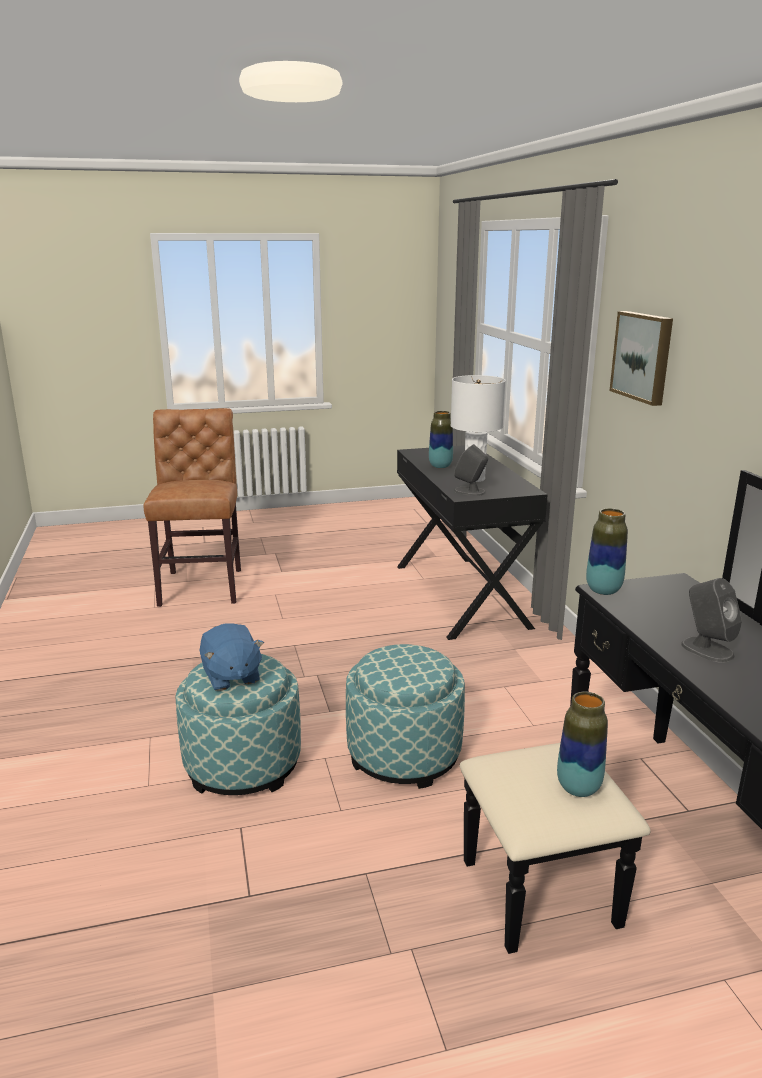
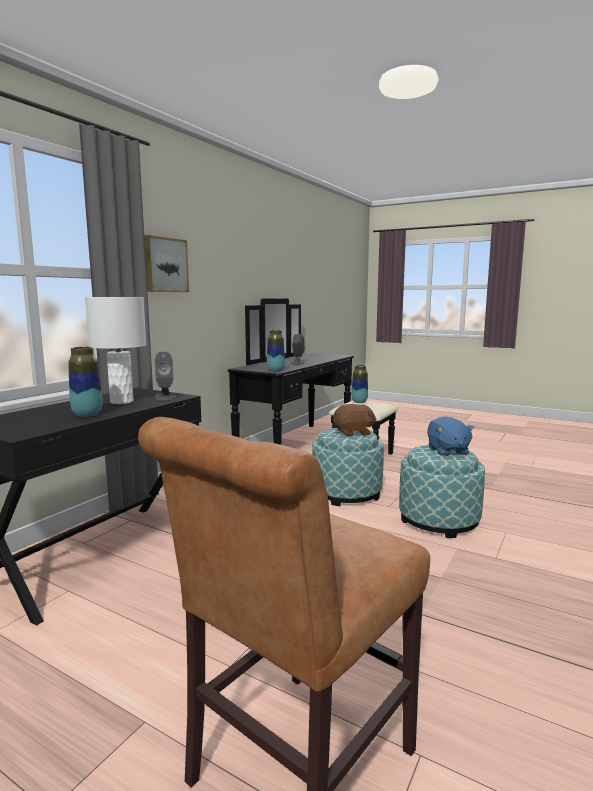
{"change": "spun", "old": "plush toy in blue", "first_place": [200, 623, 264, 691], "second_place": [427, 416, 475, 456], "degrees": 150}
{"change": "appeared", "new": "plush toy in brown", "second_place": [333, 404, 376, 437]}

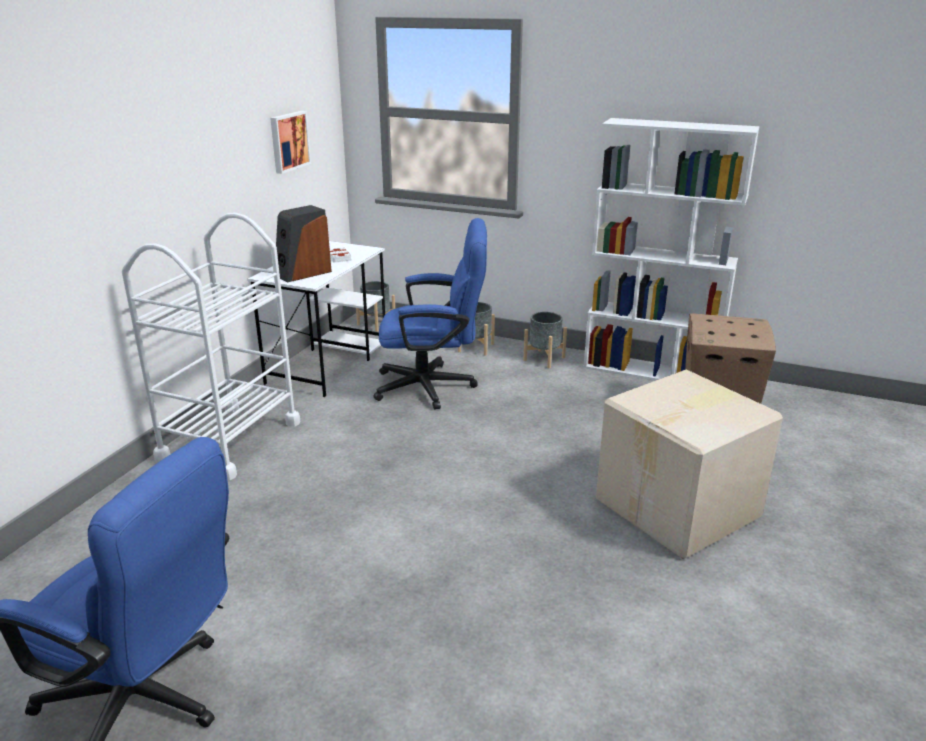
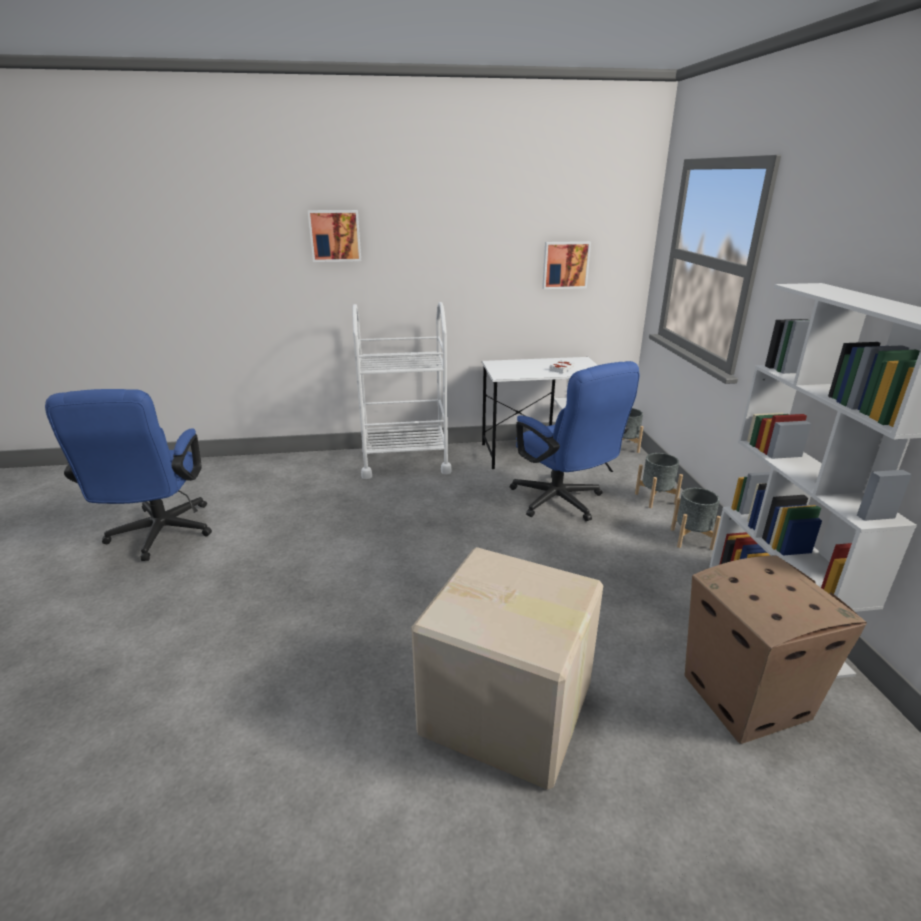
{"change": "missing", "old": "speaker", "first_place": [276, 205, 332, 282]}
{"change": "appeared", "new": "picture", "second_place": [308, 210, 361, 262]}

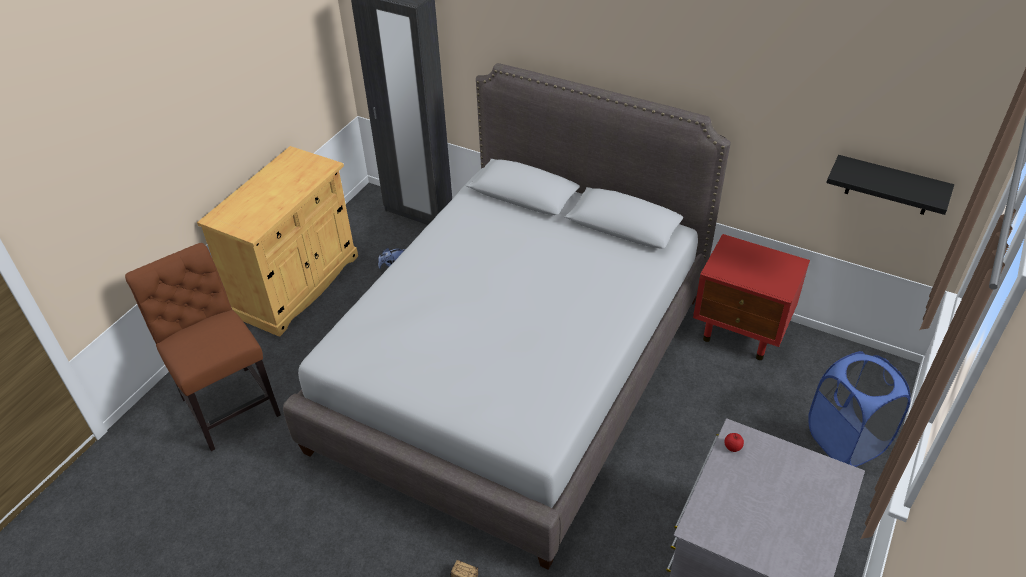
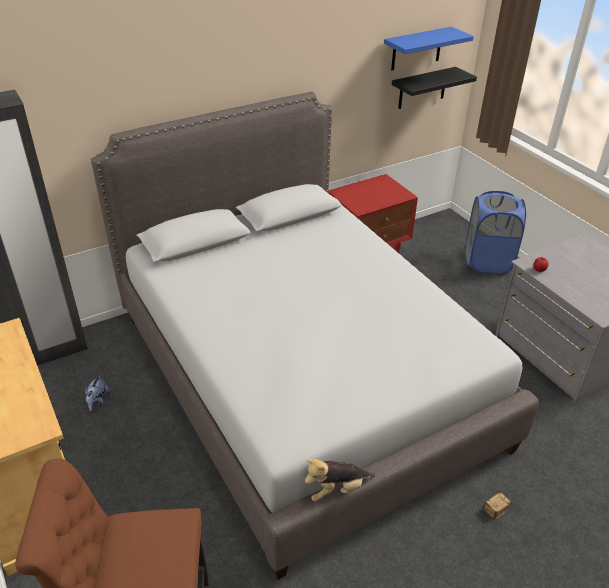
{"change": "appeared", "new": "plush toy", "second_place": [305, 459, 375, 501]}
{"change": "appeared", "new": "shelf in blue", "second_place": [384, 27, 474, 70]}

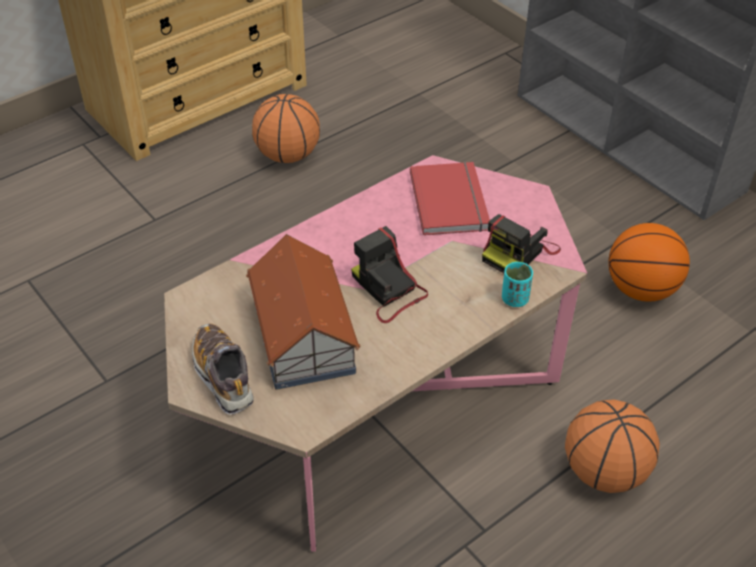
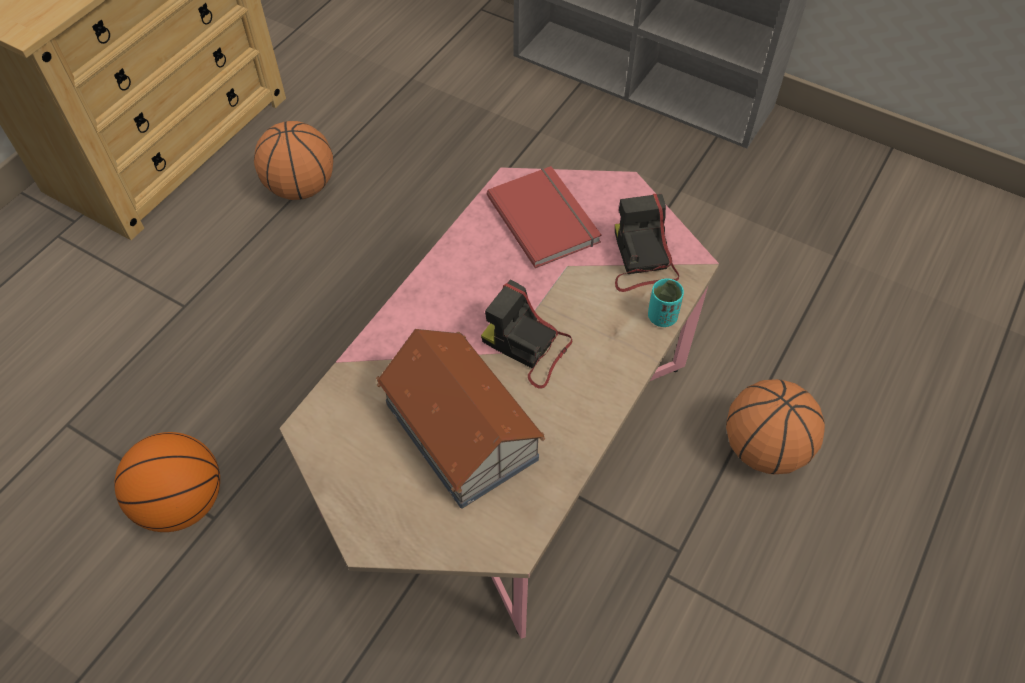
{"change": "missing", "old": "shoe", "first_place": [192, 324, 254, 415]}
{"change": "spun", "old": "photo camera", "first_place": [482, 214, 561, 273], "second_place": [615, 194, 679, 292], "degrees": 150}
{"change": "relocated", "old": "basketball", "first_place": [608, 223, 690, 302], "second_place": [114, 432, 220, 532]}

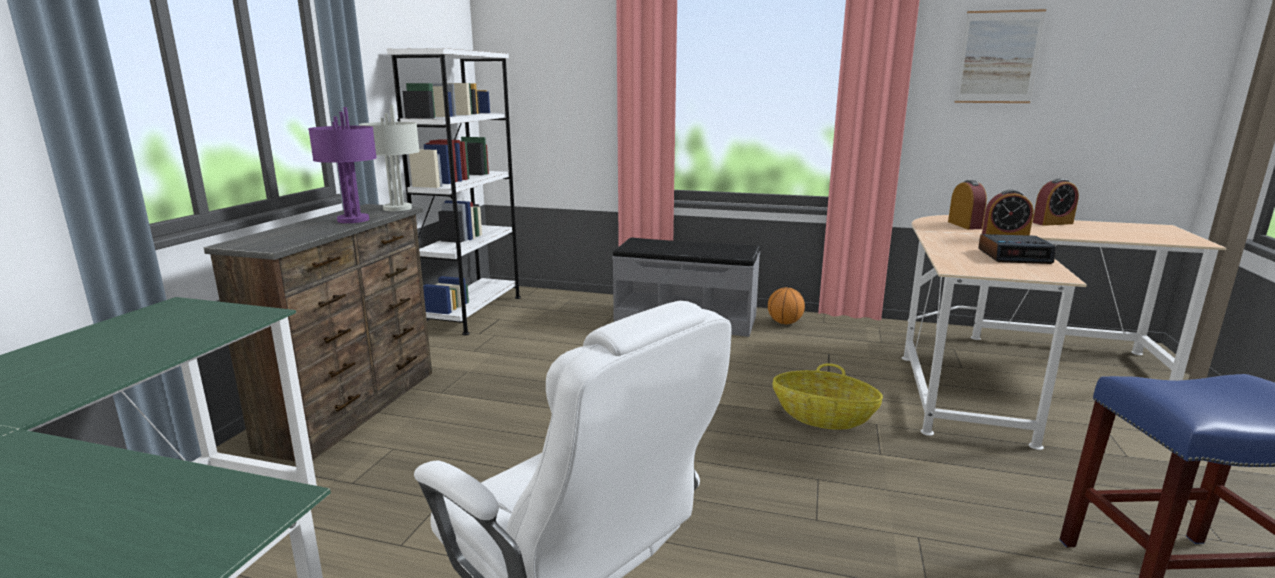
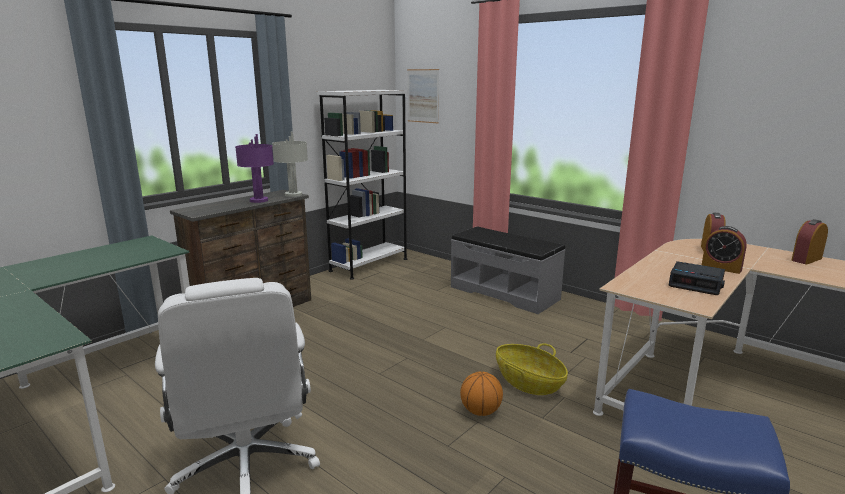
{"change": "relocated", "old": "basketball", "first_place": [768, 287, 805, 324], "second_place": [460, 372, 503, 416]}
{"change": "relocated", "old": "picture", "first_place": [954, 9, 1046, 103], "second_place": [407, 69, 439, 123]}
{"change": "spun", "old": "alarm clock", "first_place": [1032, 178, 1079, 226], "second_place": [791, 219, 828, 265], "degrees": 135}

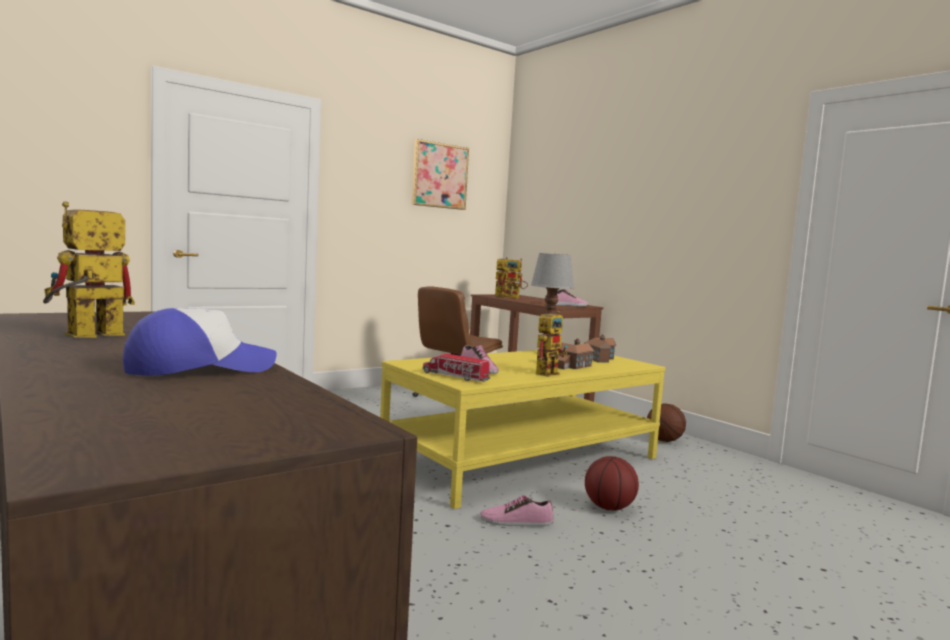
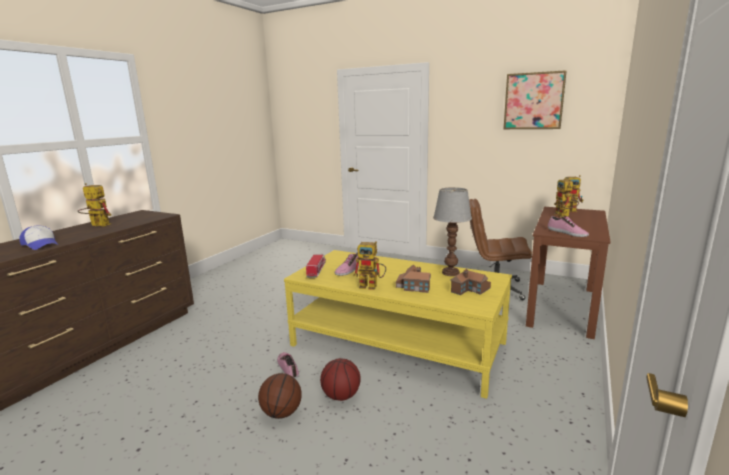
{"change": "relocated", "old": "basketball", "first_place": [647, 403, 686, 442], "second_place": [258, 373, 302, 419]}

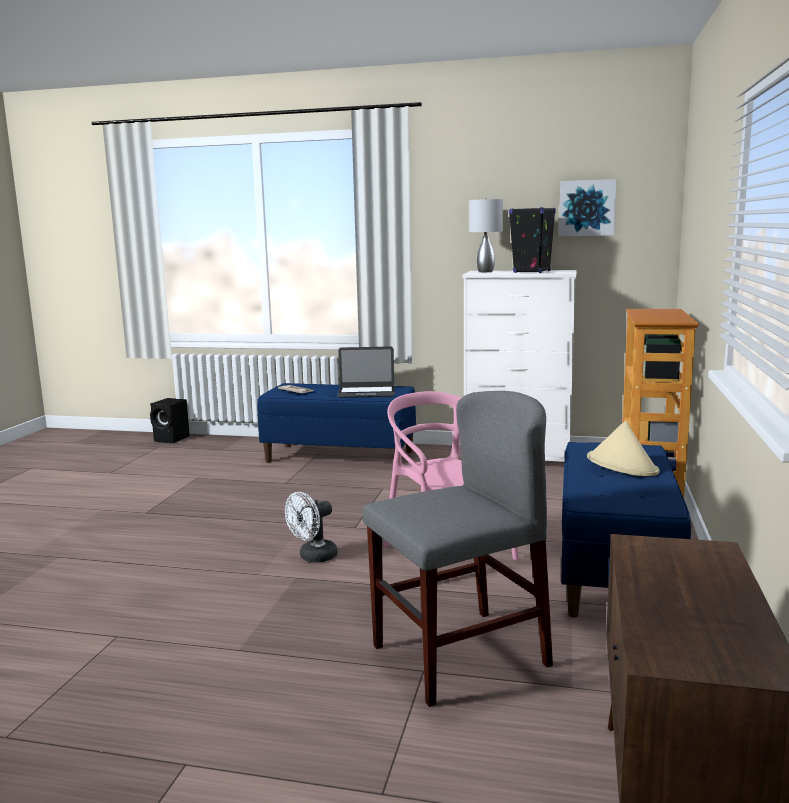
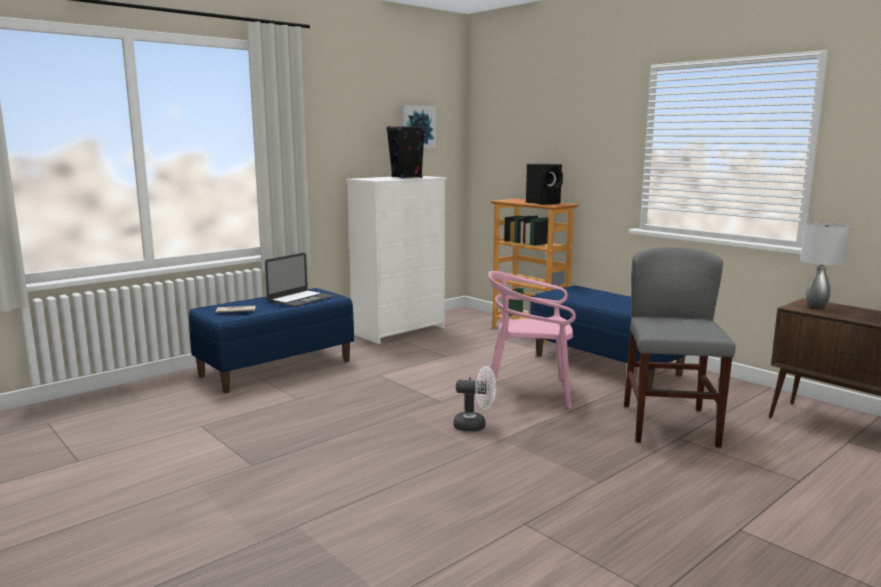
{"change": "relocated", "old": "speaker in black", "first_place": [150, 398, 190, 443], "second_place": [526, 164, 563, 205]}
{"change": "spun", "old": "fan in white", "first_place": [285, 492, 338, 562], "second_place": [454, 366, 496, 432], "degrees": -75}
{"change": "relocated", "old": "table lamp in grey", "first_place": [469, 199, 503, 272], "second_place": [800, 223, 850, 309]}
{"change": "missing", "old": "hat in beige", "first_place": [587, 421, 659, 476]}

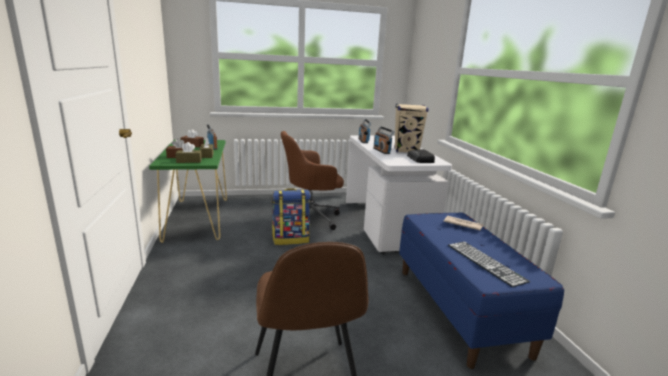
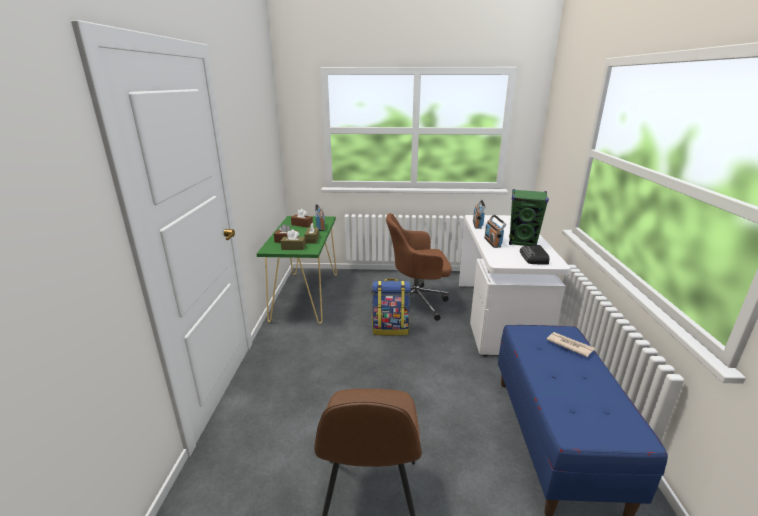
{"change": "colour", "old": "speaker in beige", "new": "speaker in green", "first_place": [394, 104, 429, 152], "second_place": [509, 189, 549, 246]}
{"change": "missing", "old": "keyboard", "first_place": [448, 242, 530, 287]}

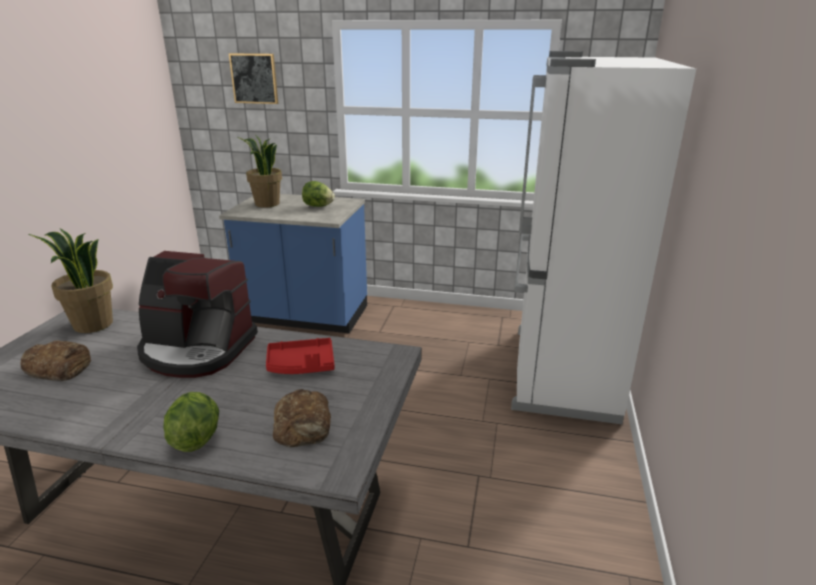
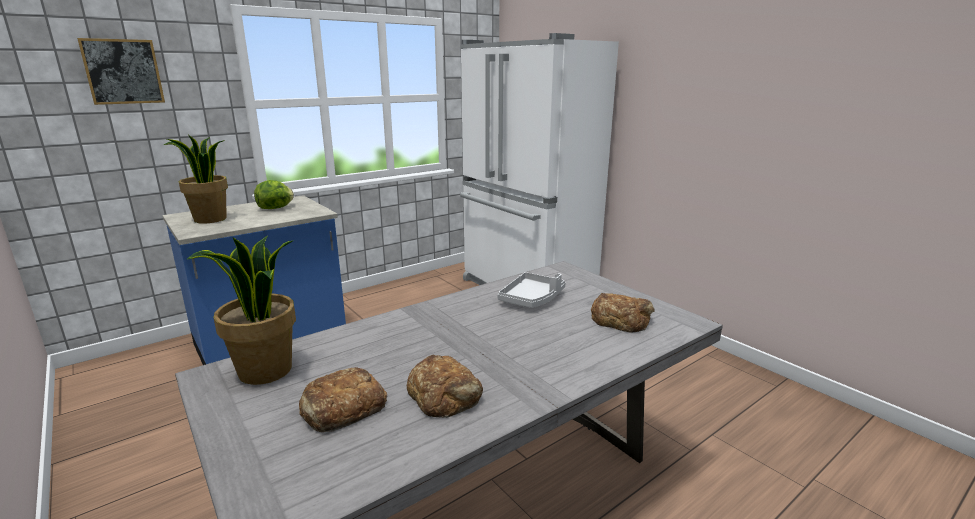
{"change": "missing", "old": "coffee machine", "first_place": [137, 251, 258, 378]}
{"change": "missing", "old": "lettuce", "first_place": [164, 392, 219, 452]}
{"change": "colour", "old": "tray in red", "new": "tray in grey", "first_place": [266, 338, 335, 374], "second_place": [497, 272, 566, 308]}
{"change": "appeared", "new": "bread", "second_place": [407, 355, 483, 418]}

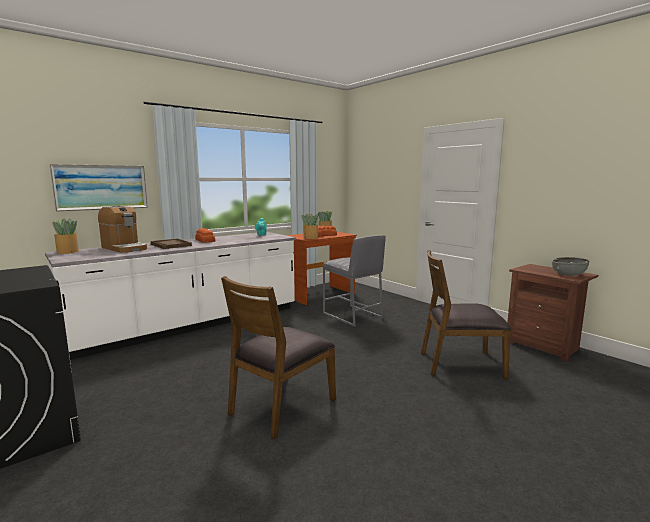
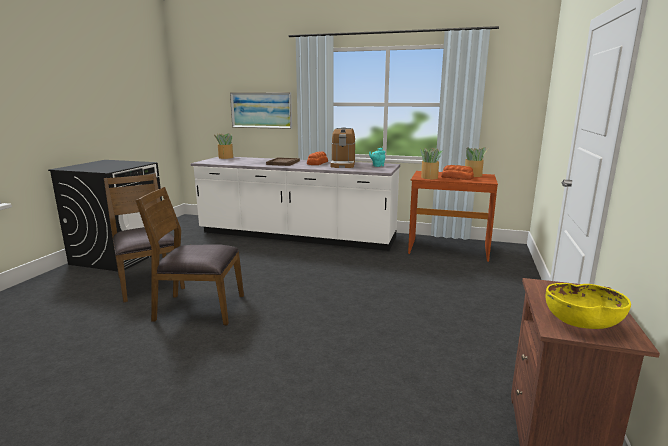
{"change": "relocated", "old": "coffee machine", "first_place": [98, 206, 147, 253], "second_place": [331, 127, 355, 168]}
{"change": "missing", "old": "stool in grey", "first_place": [323, 235, 386, 327]}
{"change": "relocated", "old": "chair in brown", "first_place": [421, 250, 511, 379], "second_place": [104, 173, 185, 302]}
{"change": "colour", "old": "bowl in grey", "new": "bowl in yellow", "first_place": [552, 257, 590, 276], "second_place": [545, 283, 631, 329]}

